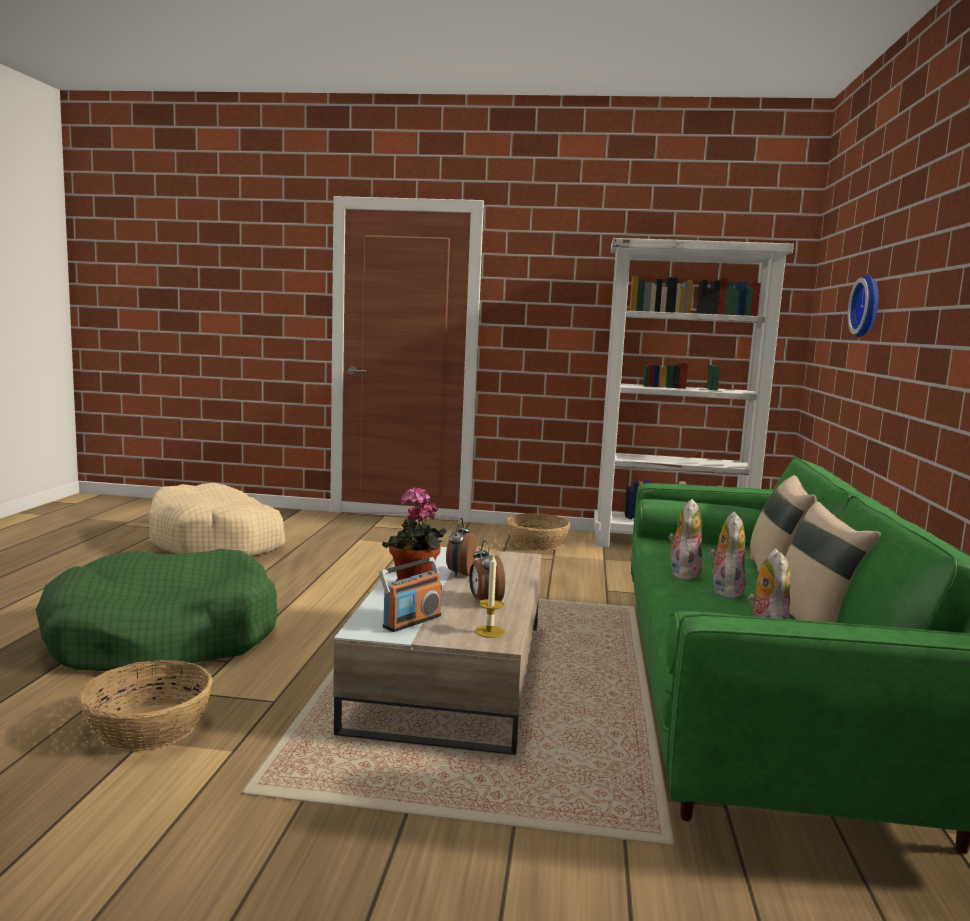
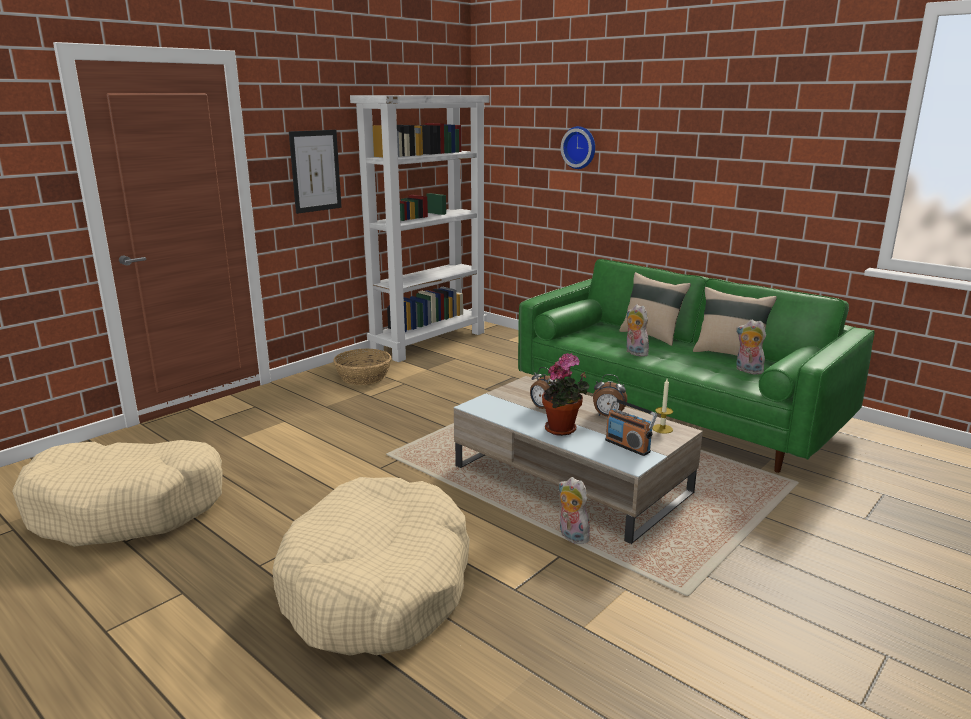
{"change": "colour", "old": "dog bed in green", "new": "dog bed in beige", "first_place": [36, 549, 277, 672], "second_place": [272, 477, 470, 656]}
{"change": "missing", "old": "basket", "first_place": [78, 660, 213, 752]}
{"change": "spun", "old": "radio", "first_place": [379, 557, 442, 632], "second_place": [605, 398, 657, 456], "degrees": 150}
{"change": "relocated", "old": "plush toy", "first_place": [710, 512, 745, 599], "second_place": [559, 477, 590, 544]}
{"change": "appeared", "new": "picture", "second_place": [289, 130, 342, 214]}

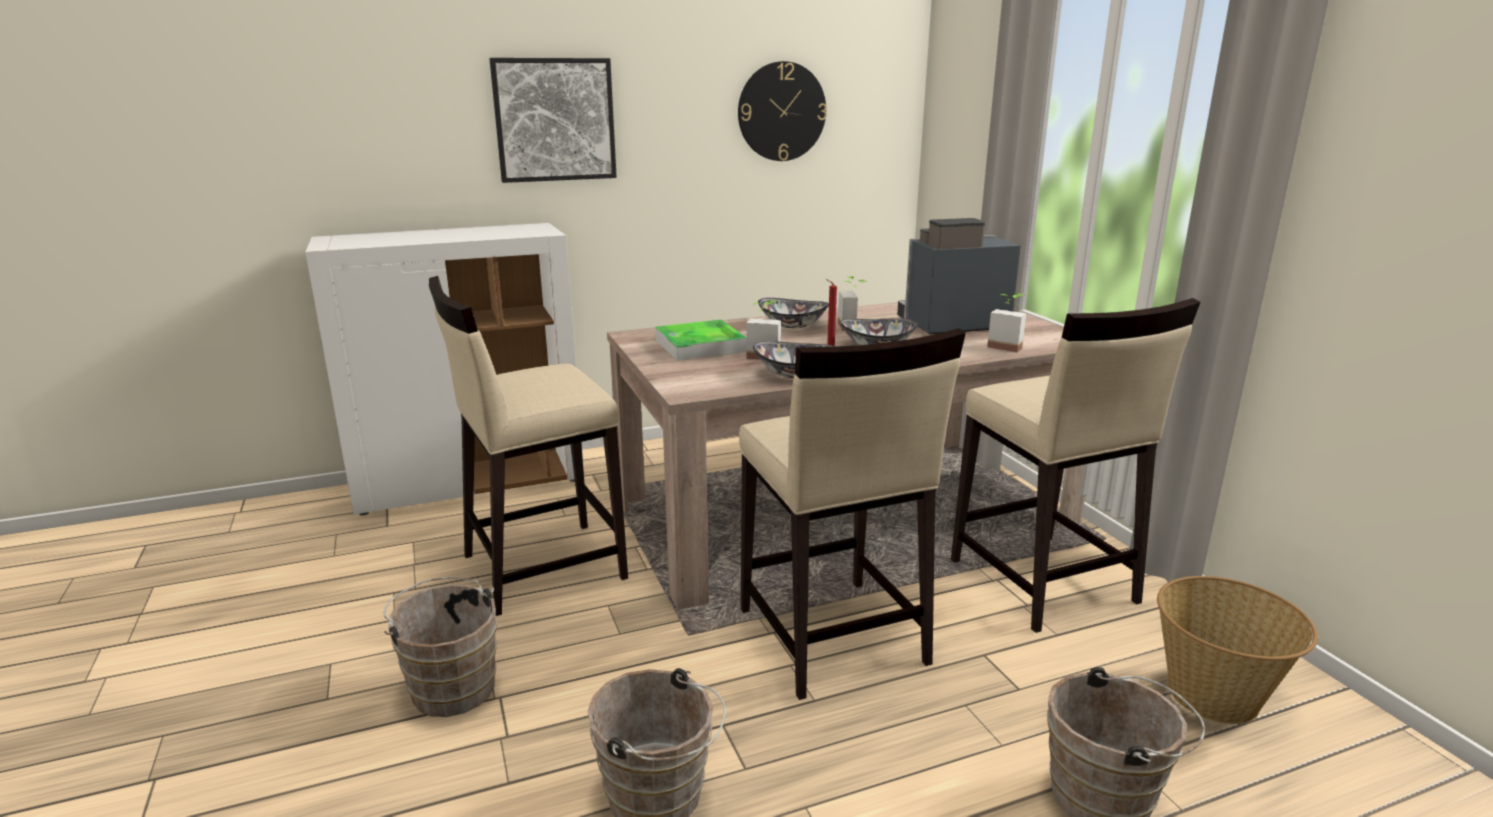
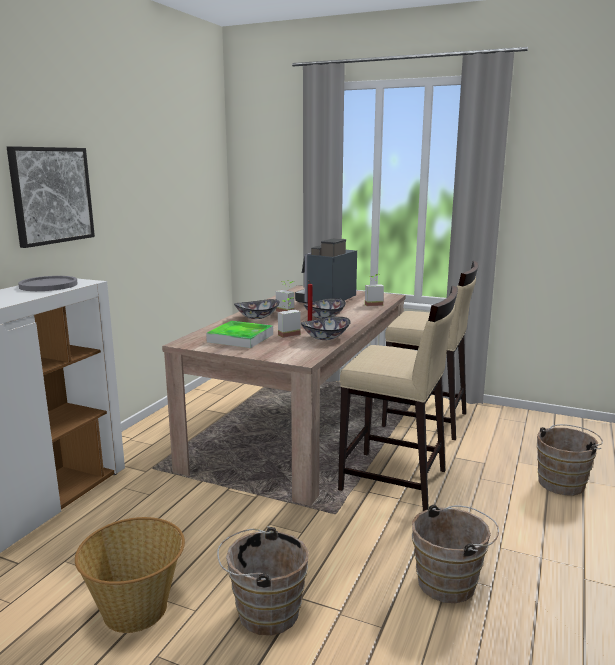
{"change": "missing", "old": "stool in beige", "first_place": [429, 276, 628, 616]}
{"change": "missing", "old": "wall clock", "first_place": [738, 61, 827, 161]}
{"change": "relocated", "old": "basket", "first_place": [1157, 576, 1318, 724], "second_place": [75, 517, 185, 633]}
{"change": "appeared", "new": "plate in grey", "second_place": [18, 276, 78, 291]}

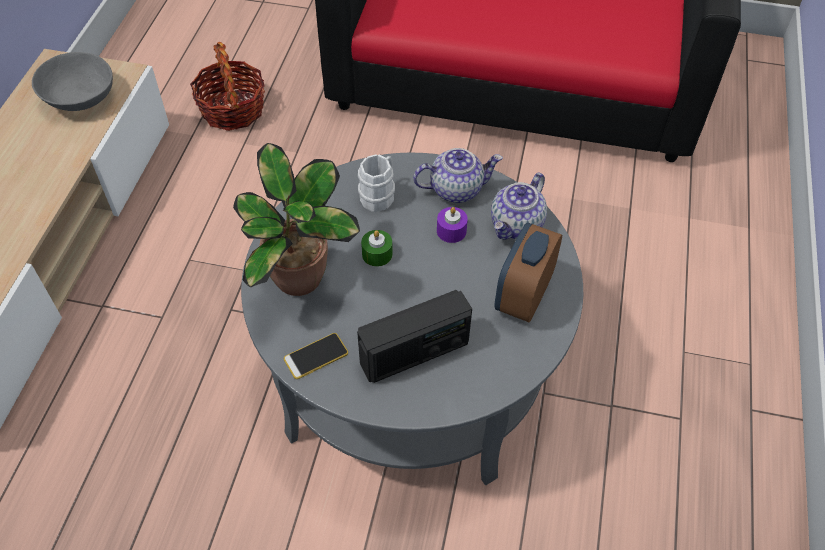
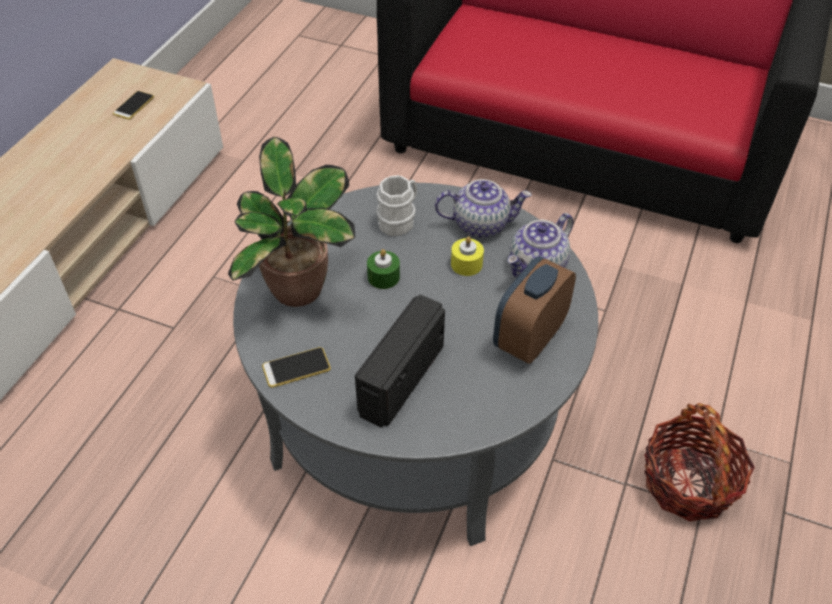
{"change": "exchanged", "old": "bowl in grey", "new": "phone", "first_place": [32, 52, 113, 111], "second_place": [113, 91, 154, 120]}
{"change": "relocated", "old": "basket", "first_place": [190, 42, 265, 131], "second_place": [644, 403, 755, 522]}
{"change": "spun", "old": "radio", "first_place": [357, 290, 472, 383], "second_place": [355, 294, 445, 428], "degrees": 135}
{"change": "colour", "old": "candle in purple", "new": "candle in yellow", "first_place": [437, 207, 468, 243], "second_place": [451, 236, 484, 276]}

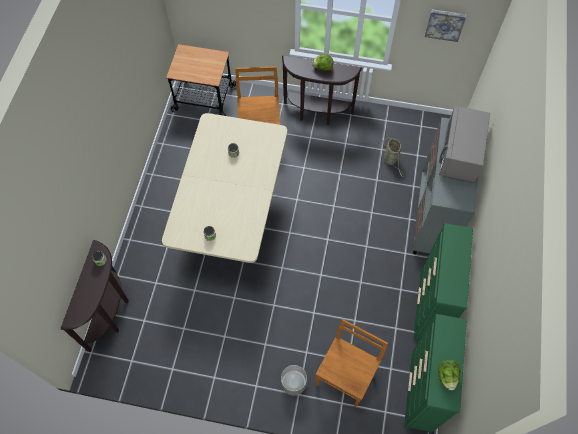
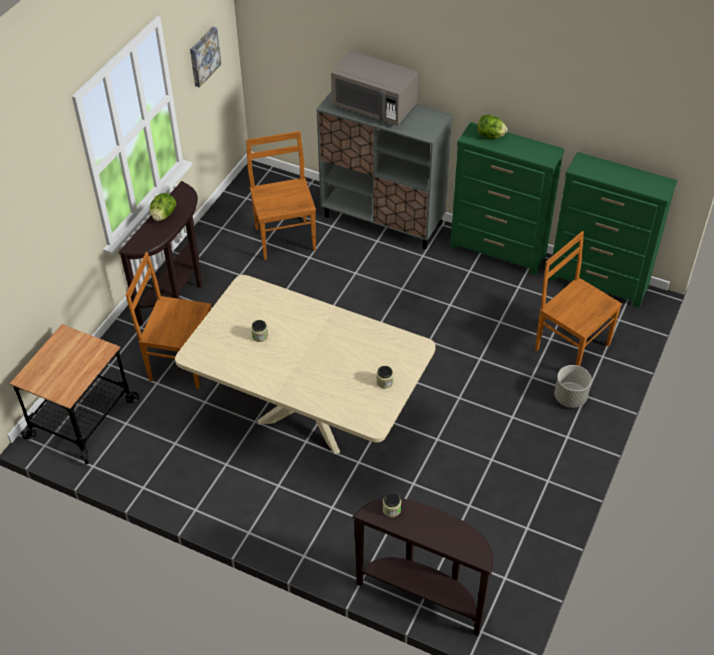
{"change": "exchanged", "old": "basket", "new": "chair in brown", "first_place": [376, 137, 404, 177], "second_place": [246, 131, 316, 260]}
{"change": "relocated", "old": "lettuce", "first_place": [438, 360, 461, 390], "second_place": [477, 115, 508, 139]}

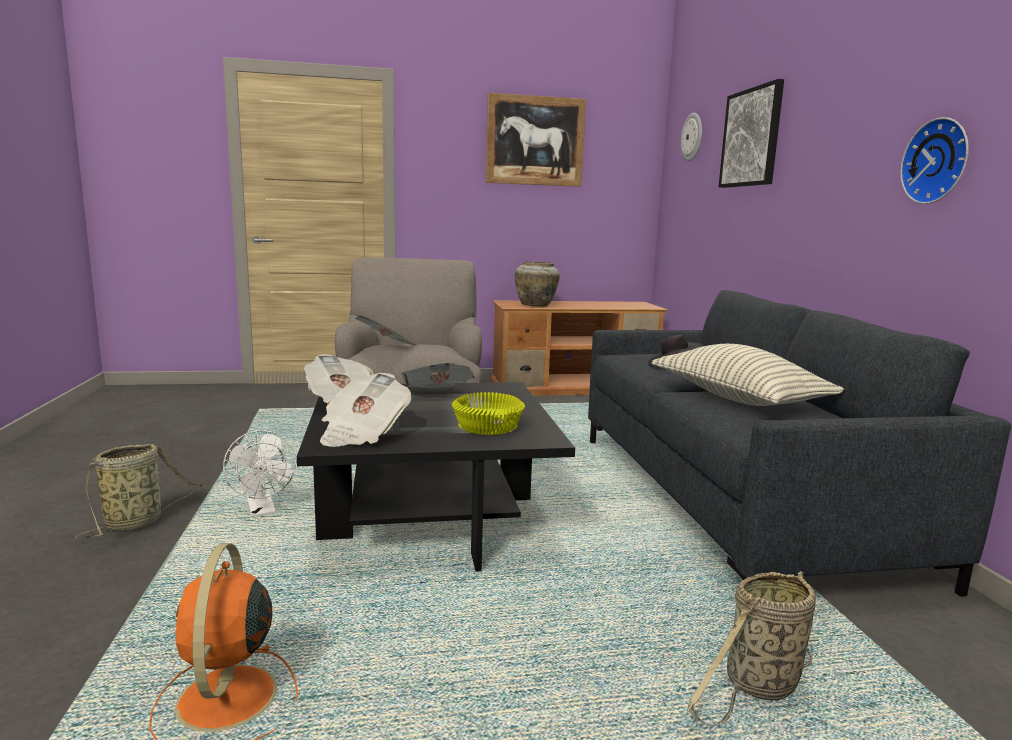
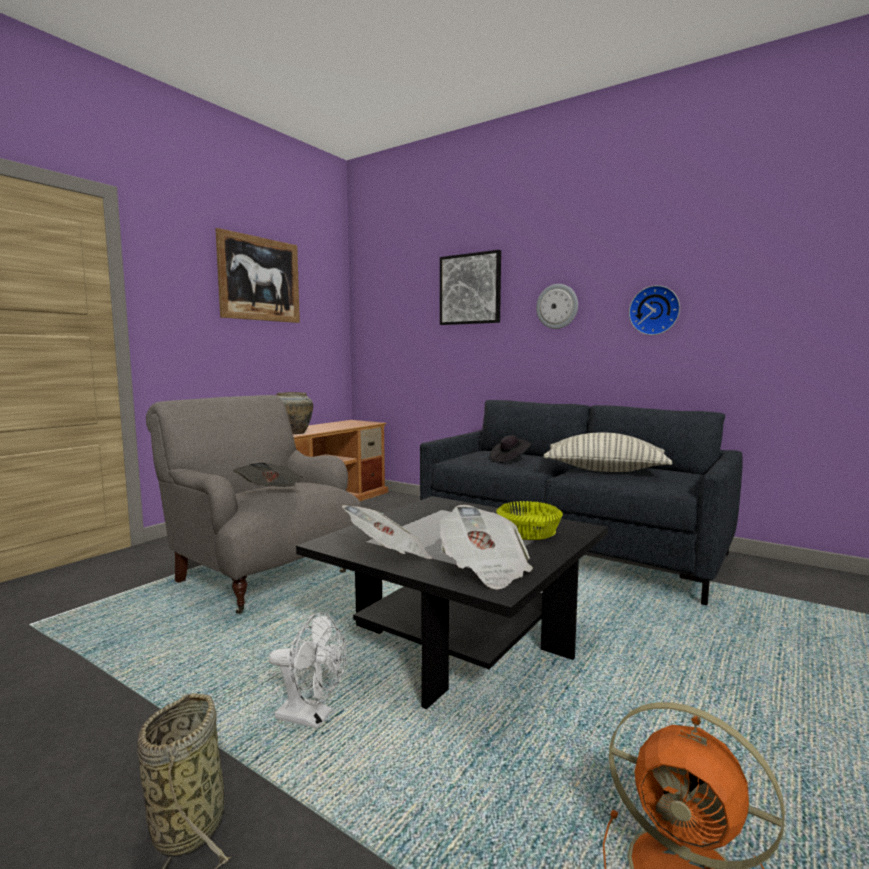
{"change": "missing", "old": "newspaper", "first_place": [401, 363, 475, 388]}
{"change": "relocated", "old": "wall clock", "first_place": [681, 113, 702, 161], "second_place": [536, 284, 578, 329]}
{"change": "missing", "old": "basket", "first_place": [687, 571, 816, 727]}

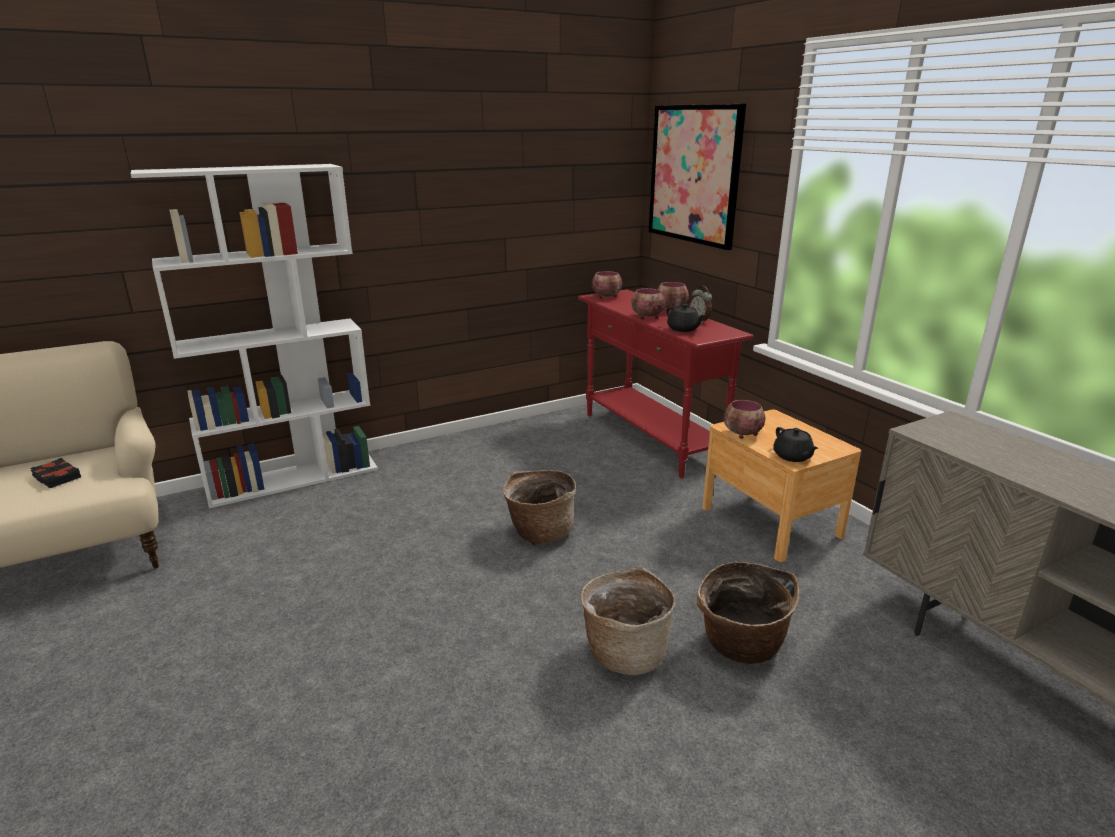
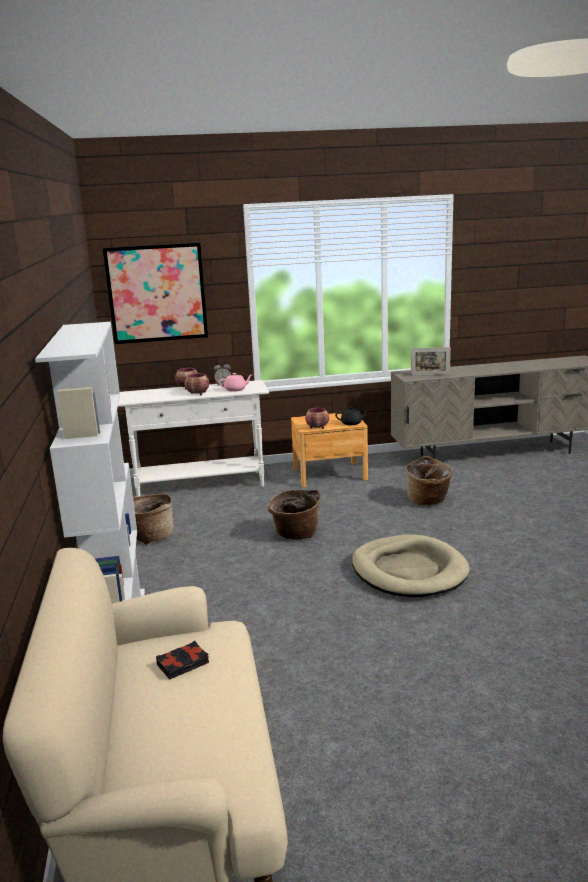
{"change": "colour", "old": "console table in red", "new": "console table in white", "first_place": [578, 290, 754, 478], "second_place": [118, 380, 269, 496]}
{"change": "relocated", "old": "basket", "first_place": [581, 567, 676, 675], "second_place": [133, 494, 174, 545]}
{"change": "missing", "old": "bowl", "first_place": [592, 271, 622, 298]}
{"change": "colour", "old": "teapot in black", "new": "teapot in pink", "first_place": [666, 304, 705, 332], "second_place": [218, 373, 252, 392]}
{"change": "appeared", "new": "dog bed in beige", "second_place": [352, 535, 470, 597]}
{"change": "appeared", "new": "picture frame", "second_place": [411, 347, 451, 375]}

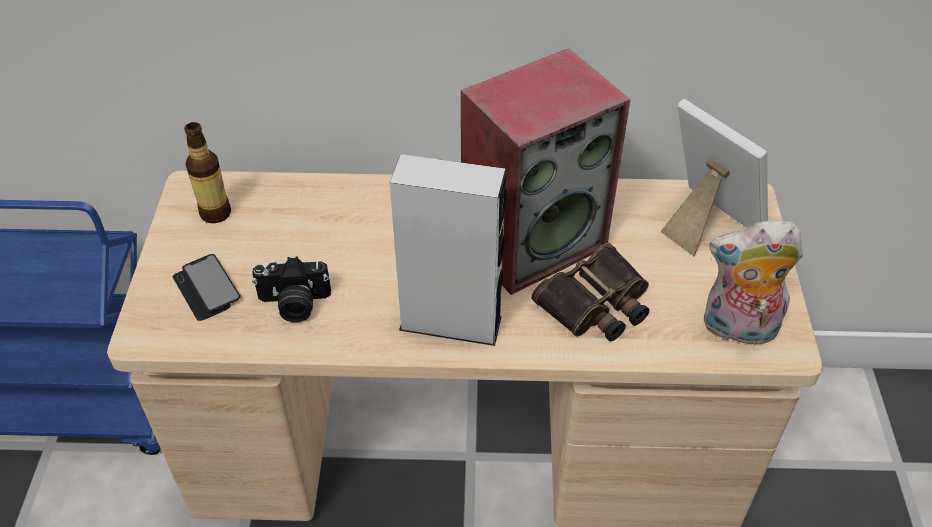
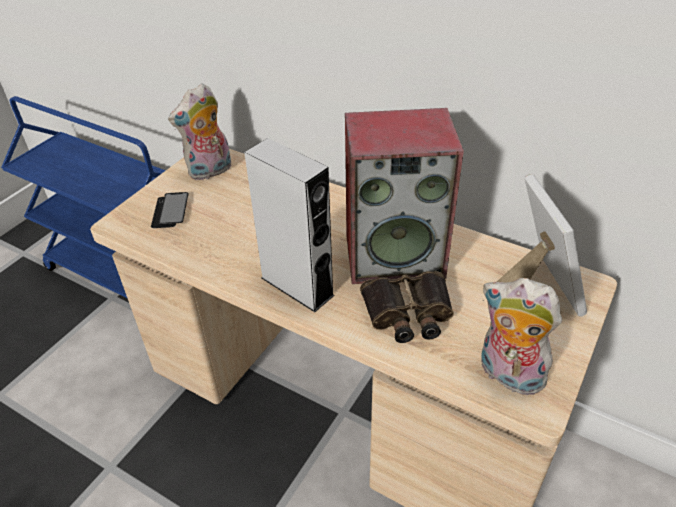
{"change": "exchanged", "old": "bottle", "new": "plush toy", "first_place": [184, 122, 231, 223], "second_place": [168, 83, 231, 180]}
{"change": "missing", "old": "photo camera", "first_place": [252, 257, 331, 322]}

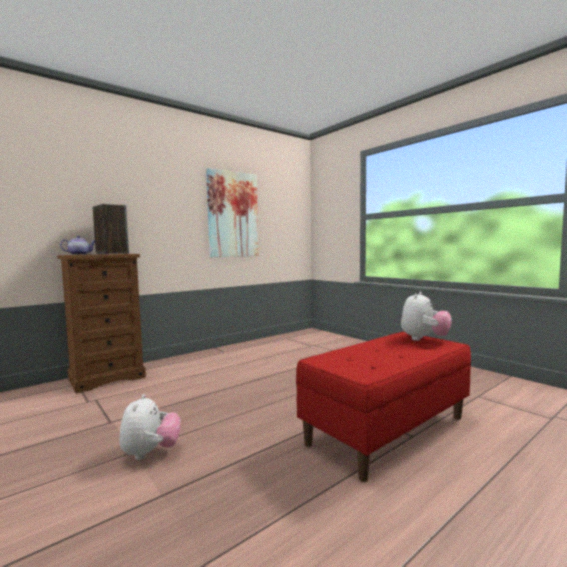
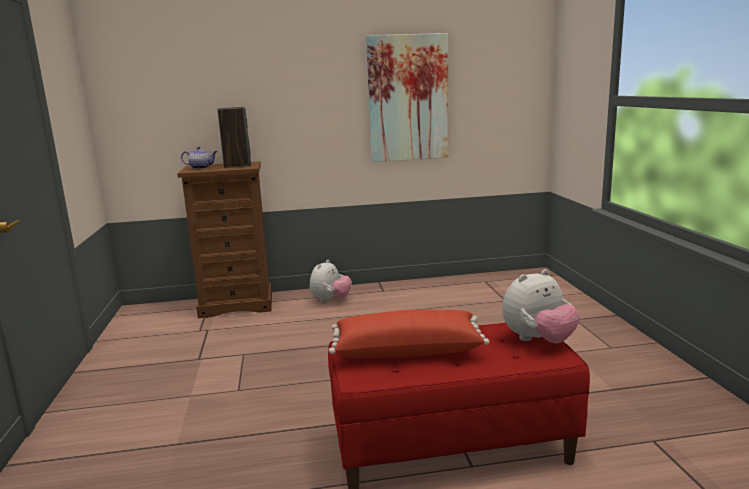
{"change": "relocated", "old": "plush toy", "first_place": [119, 394, 181, 460], "second_place": [310, 260, 352, 302]}
{"change": "appeared", "new": "pillow in red", "second_place": [329, 310, 490, 358]}

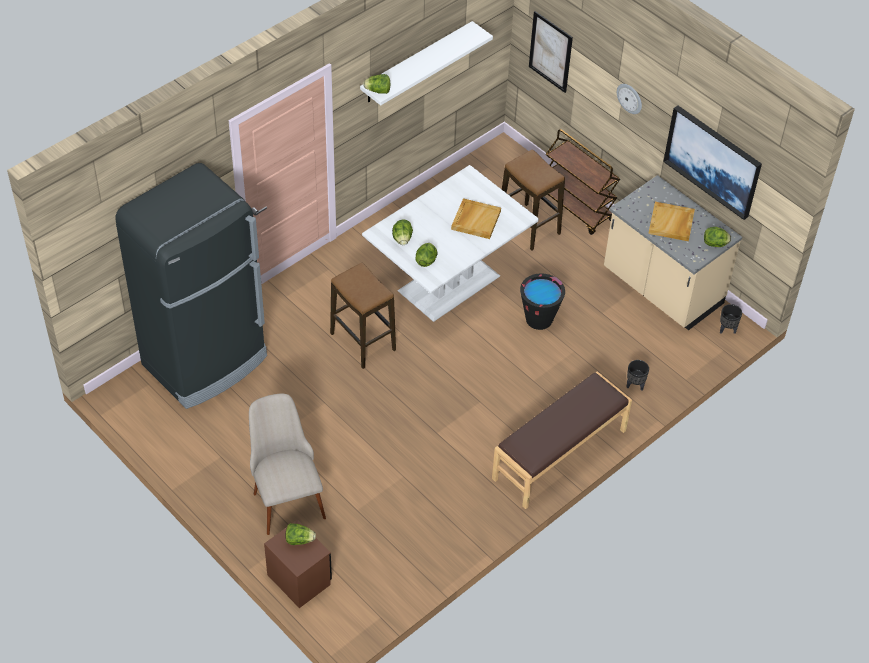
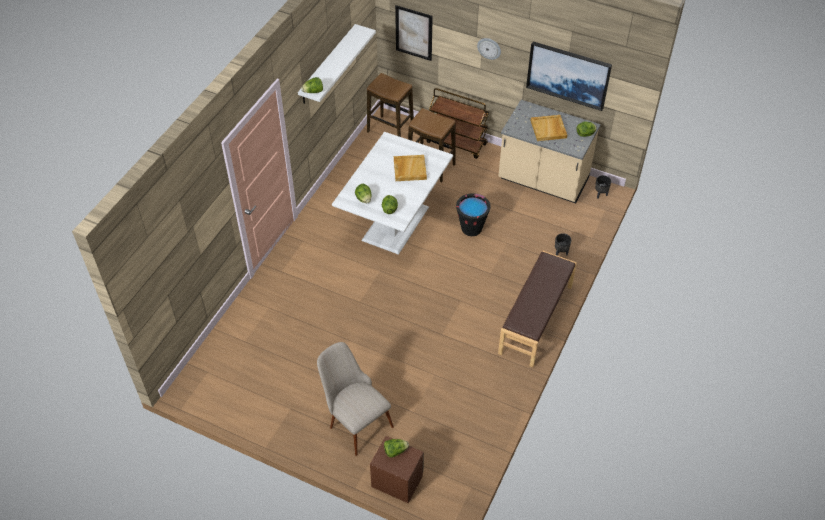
{"change": "missing", "old": "fridge in black", "first_place": [115, 163, 267, 409]}
{"change": "relocated", "old": "stool", "first_place": [330, 262, 396, 369], "second_place": [367, 73, 414, 137]}

